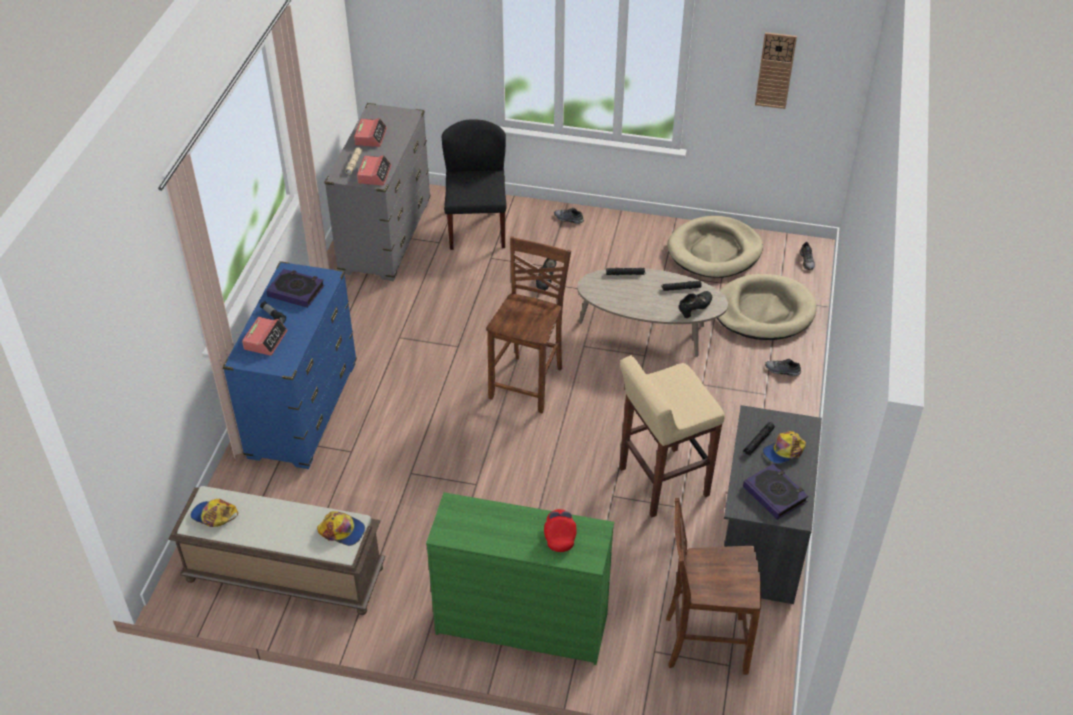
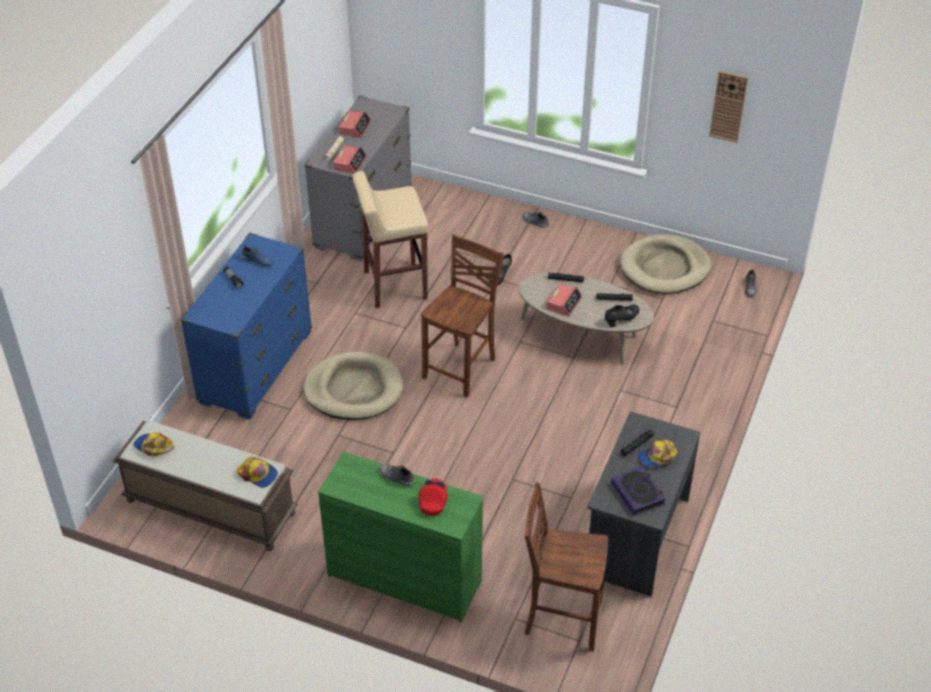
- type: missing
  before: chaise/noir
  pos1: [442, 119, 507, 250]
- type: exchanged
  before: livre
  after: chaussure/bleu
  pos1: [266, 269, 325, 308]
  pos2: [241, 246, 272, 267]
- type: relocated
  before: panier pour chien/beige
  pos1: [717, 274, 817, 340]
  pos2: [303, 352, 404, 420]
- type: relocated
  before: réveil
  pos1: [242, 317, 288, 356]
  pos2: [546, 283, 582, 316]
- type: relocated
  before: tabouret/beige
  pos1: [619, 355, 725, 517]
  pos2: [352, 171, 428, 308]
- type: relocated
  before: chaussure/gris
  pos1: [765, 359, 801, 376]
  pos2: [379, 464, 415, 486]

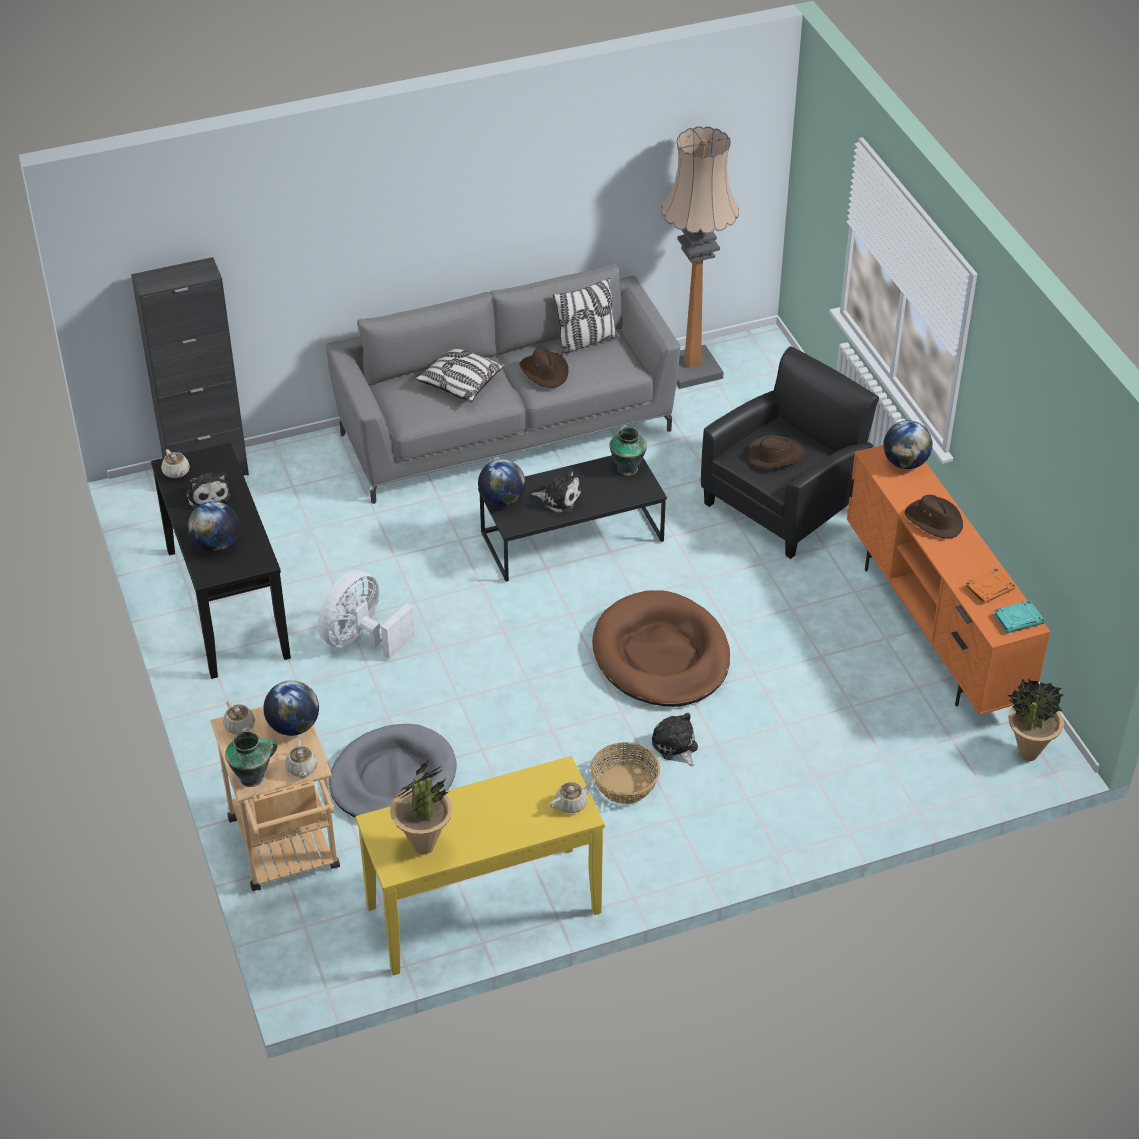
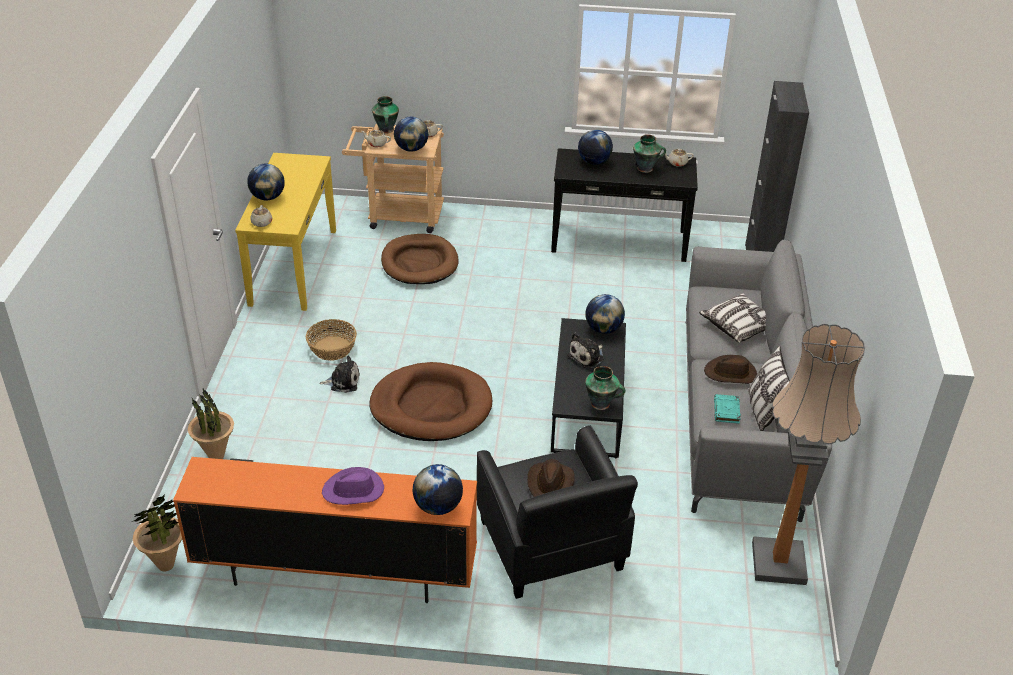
- type: exchanged
  before: peluche
  after: vase
  pos1: [186, 472, 230, 509]
  pos2: [633, 134, 666, 173]
- type: colour
  before: chapeau/marron
  after: chapeau/violet
  pos1: [905, 495, 963, 539]
  pos2: [322, 467, 384, 505]
- type: missing
  before: livre/orange
  pos1: [965, 568, 1015, 604]
- type: missing
  before: ventilateur/blanc
  pos1: [318, 570, 415, 659]
- type: relocated
  before: livre/turquoise
  pos1: [993, 600, 1044, 633]
  pos2: [714, 394, 741, 424]
- type: colour
  before: panier pour chien/gris
  after: panier pour chien/marron
  pos1: [329, 724, 456, 818]
  pos2: [381, 234, 458, 284]
- type: relocated
  before: plante en pot
  pos1: [390, 760, 453, 854]
  pos2: [188, 389, 234, 459]
- type: appeared
  after: globe
  pos2: [247, 164, 285, 201]

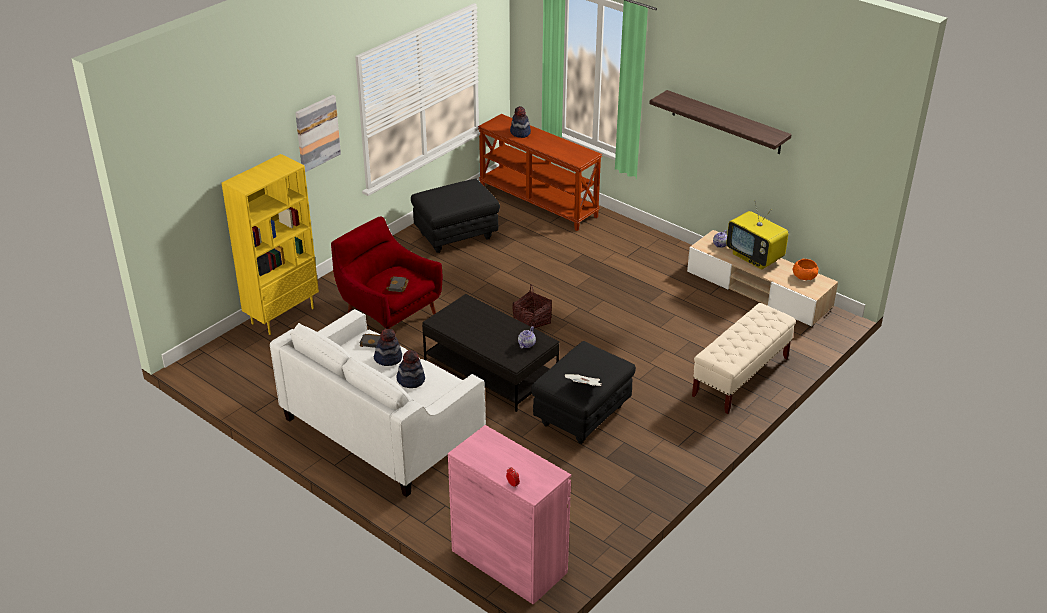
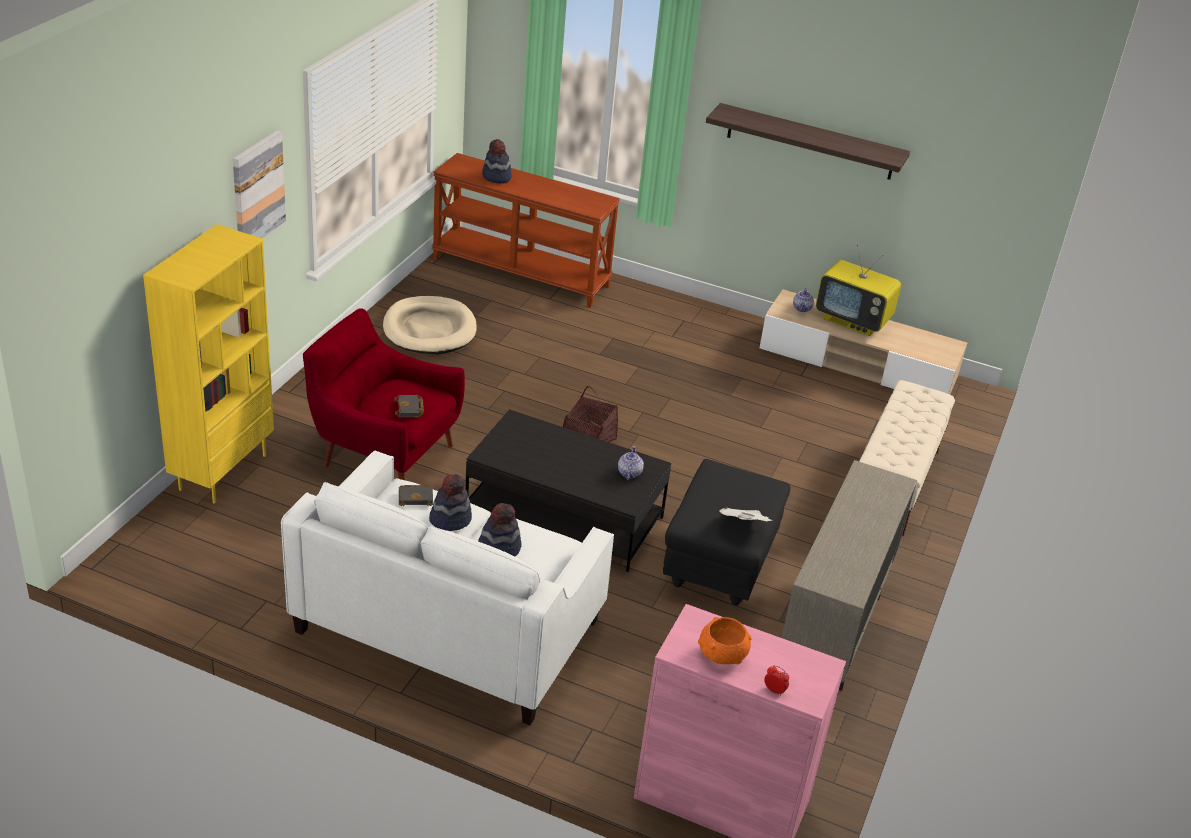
- type: exchanged
  before: pouf/noir
  after: panier pour chien/beige
  pos1: [411, 179, 500, 253]
  pos2: [383, 296, 477, 354]
- type: relocated
  before: bol/orange
  pos1: [792, 259, 818, 280]
  pos2: [698, 617, 752, 664]
- type: appeared
  after: meuble de rangement/beige
  pos2: [781, 460, 917, 691]

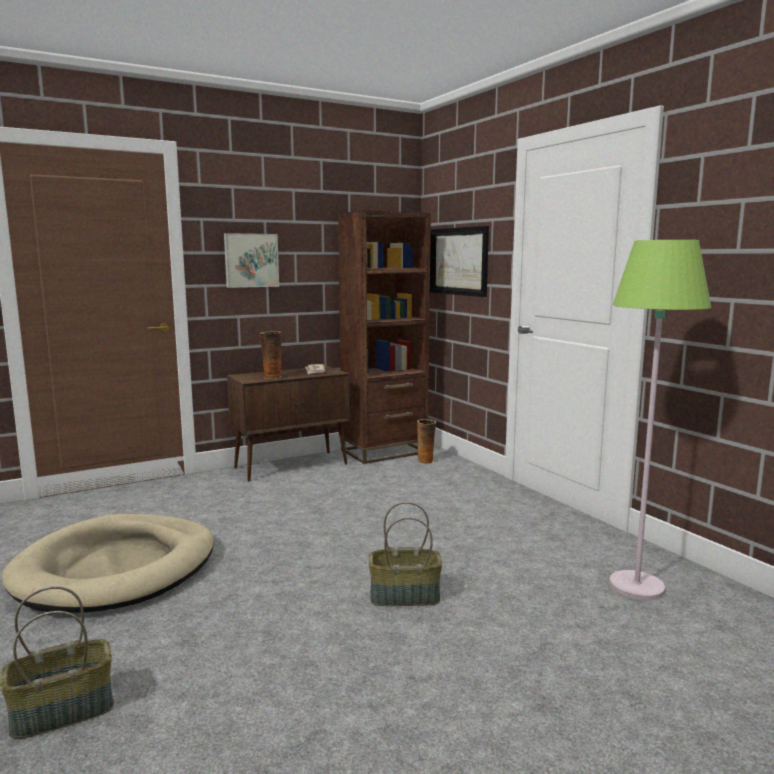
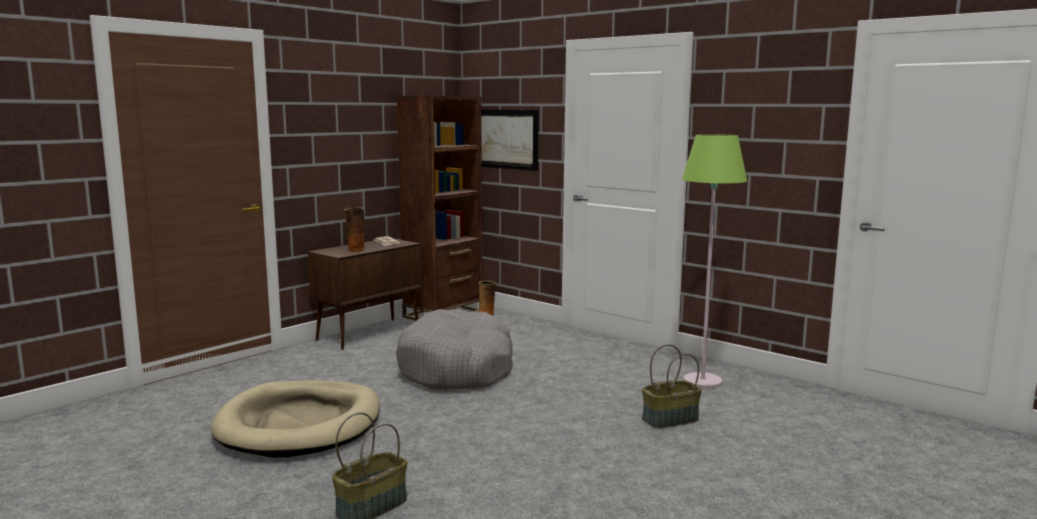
- type: missing
  before: tableau
  pos1: [224, 233, 279, 288]
- type: relocated
  before: panier
  pos1: [369, 502, 442, 606]
  pos2: [642, 344, 702, 428]
- type: appeared
  after: panier pour chien/gris
  pos2: [396, 309, 513, 389]

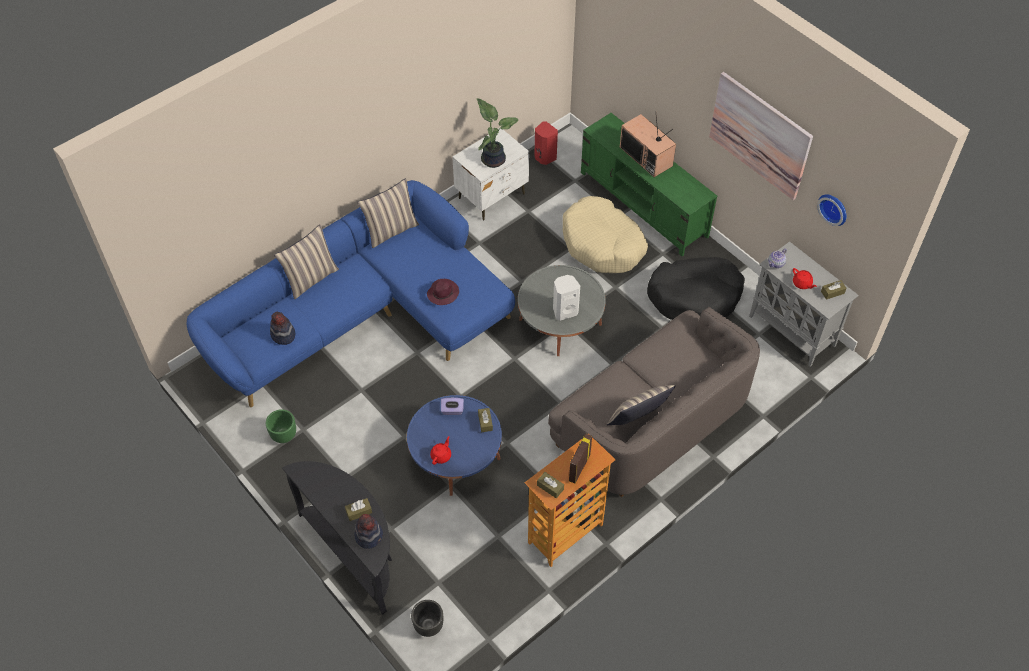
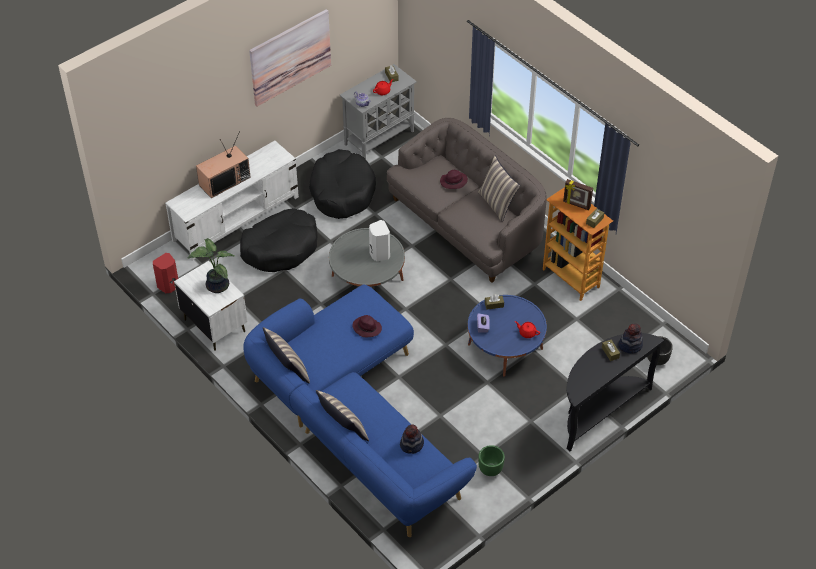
- type: colour
  before: meuble télé/vert
  after: meuble télé/blanc
  pos1: [581, 113, 717, 256]
  pos2: [165, 141, 299, 260]
- type: missing
  before: horloge murale
  pos1: [817, 194, 847, 226]
- type: colour
  before: panier pour chien/beige
  after: panier pour chien/noir
  pos1: [563, 196, 648, 273]
  pos2: [240, 208, 318, 272]
- type: appeared
  after: chapeau/violet
  pos2: [440, 170, 468, 189]

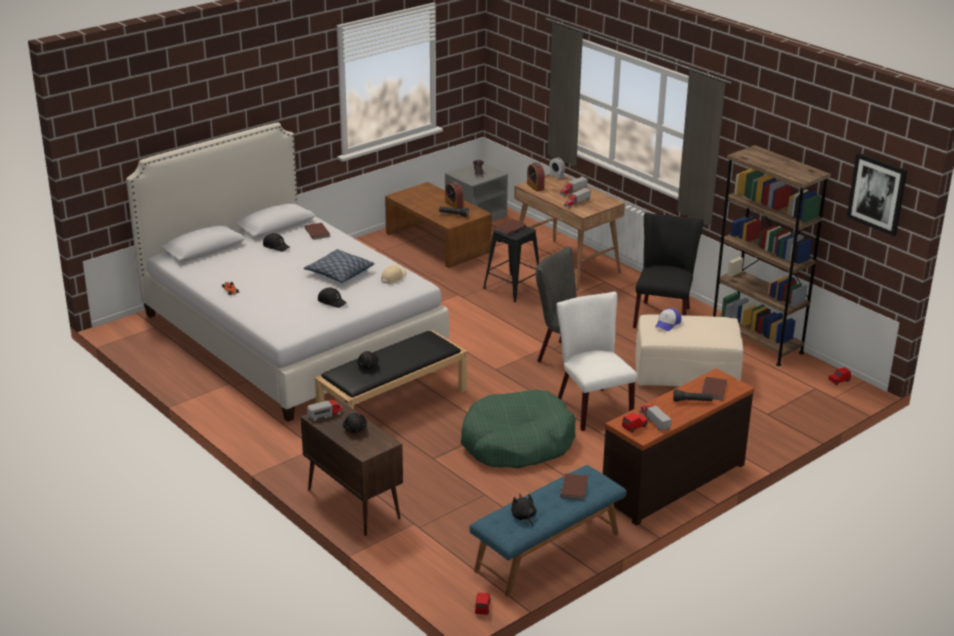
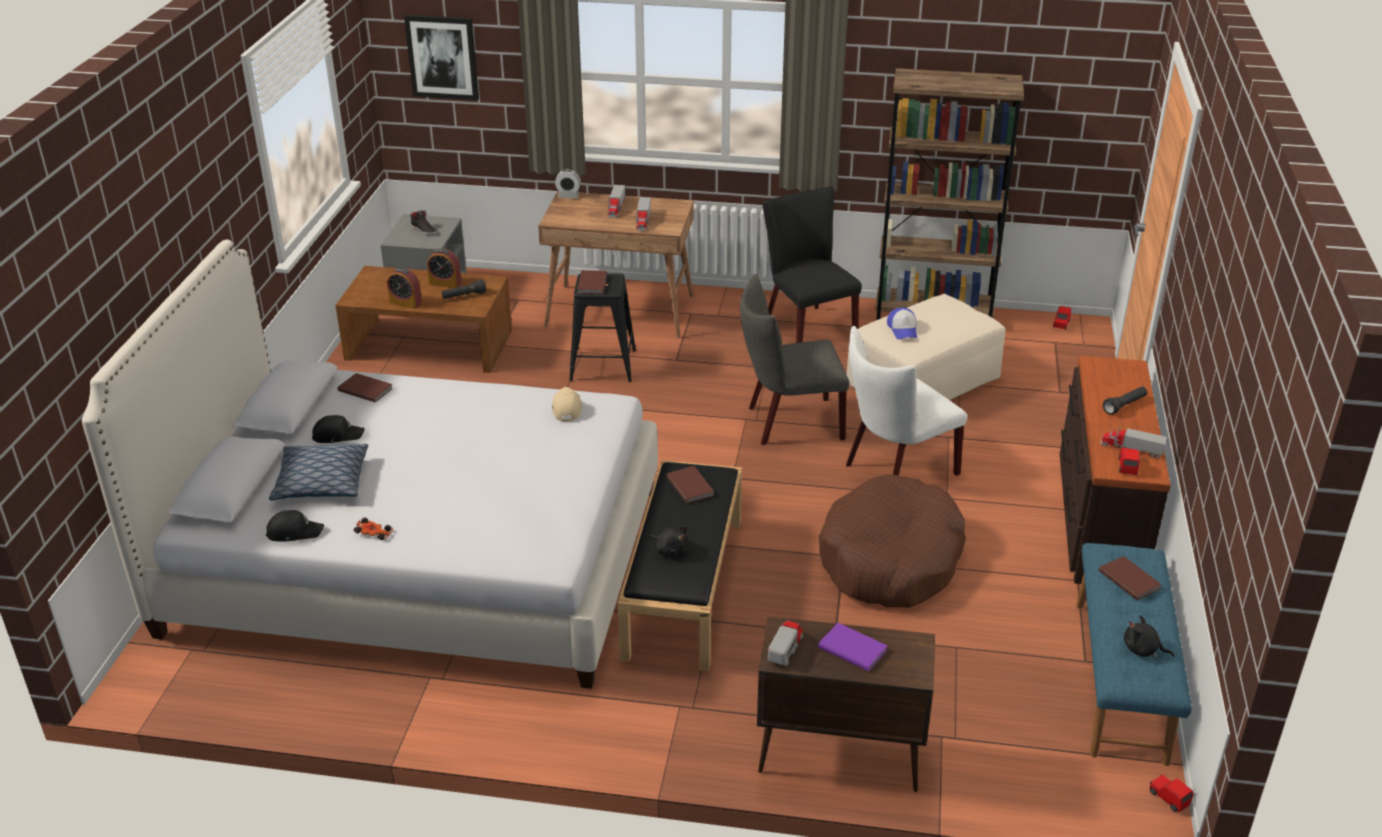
- type: relocated
  before: tableau
  pos1: [847, 153, 907, 236]
  pos2: [404, 15, 479, 100]
- type: relocated
  before: réveil
  pos1: [527, 162, 545, 192]
  pos2: [387, 268, 422, 309]
- type: relocated
  before: coussin
  pos1: [304, 249, 375, 283]
  pos2: [269, 444, 368, 500]
- type: relocated
  before: casquette/noir
  pos1: [318, 287, 346, 308]
  pos2: [266, 510, 324, 541]
- type: spun
  before: chaise/blanc
  pos1: [557, 292, 637, 431]
  pos2: [846, 326, 968, 476]
  turn: -60
- type: relocated
  before: livre/marron
  pos1: [701, 377, 727, 401]
  pos2: [666, 466, 714, 503]
- type: colour
  before: panier pour chien/vert
  after: panier pour chien/marron
  pos1: [461, 389, 576, 468]
  pos2: [819, 474, 966, 608]
- type: exchanged
  before: peluche/noir
  after: livre/violet
  pos1: [343, 413, 367, 433]
  pos2: [818, 623, 887, 671]

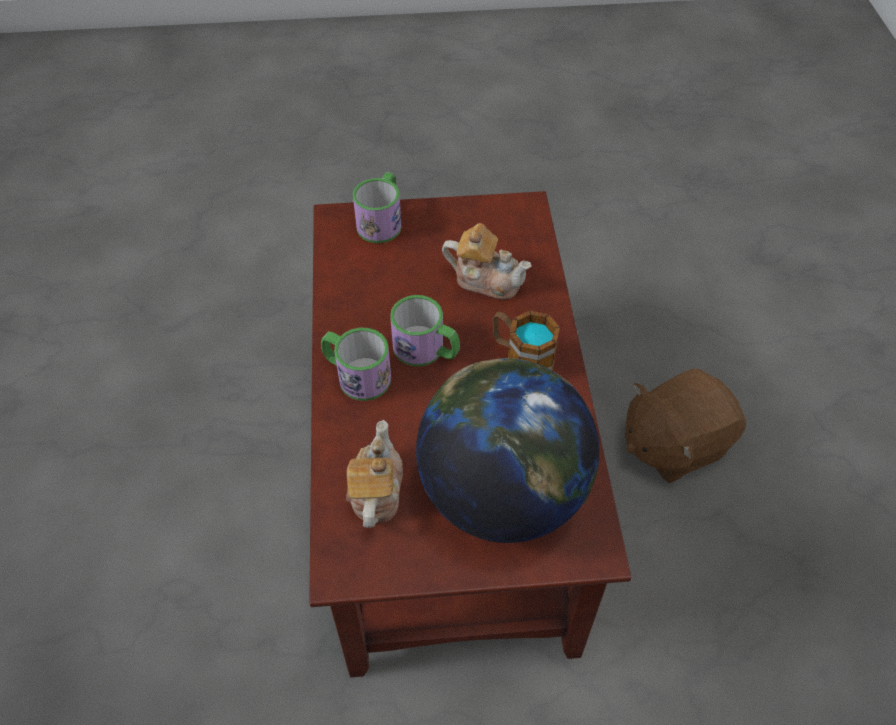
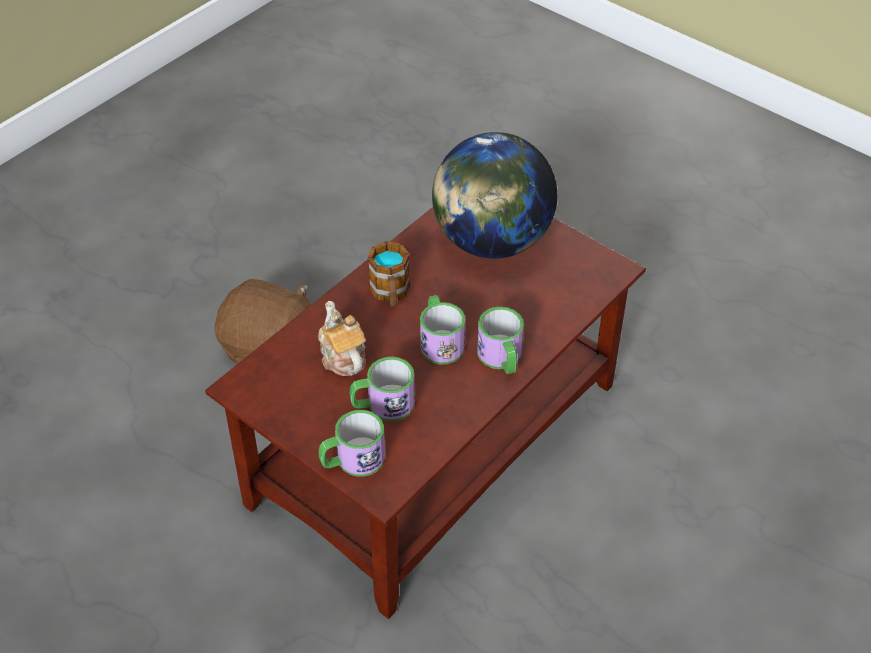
- type: missing
  before: théière
  pos1: [346, 420, 403, 528]
- type: appeared
  after: mug
  pos2: [350, 356, 415, 421]

